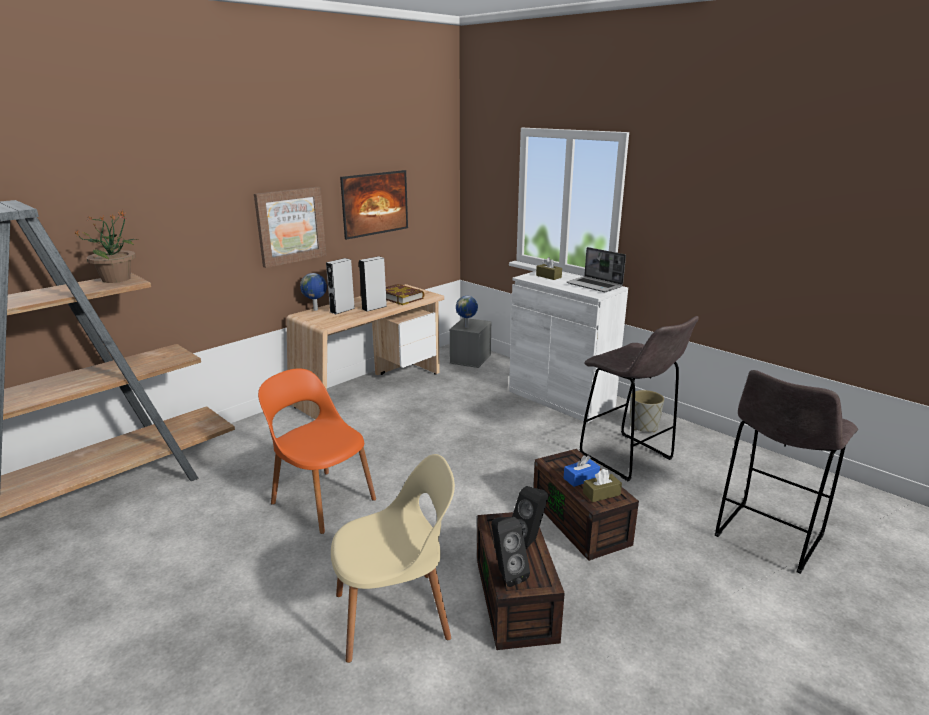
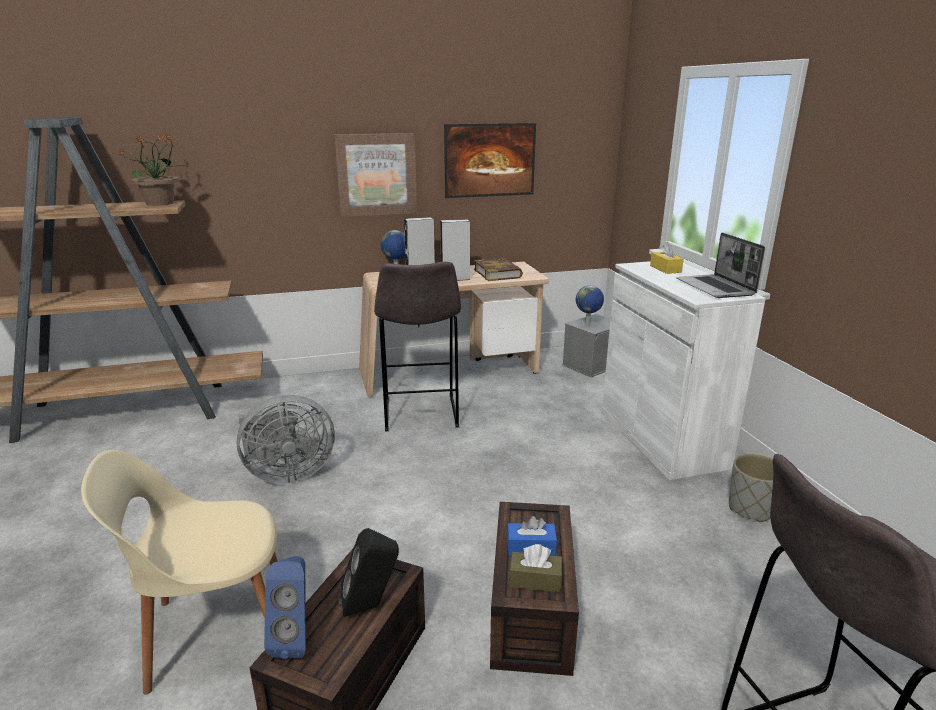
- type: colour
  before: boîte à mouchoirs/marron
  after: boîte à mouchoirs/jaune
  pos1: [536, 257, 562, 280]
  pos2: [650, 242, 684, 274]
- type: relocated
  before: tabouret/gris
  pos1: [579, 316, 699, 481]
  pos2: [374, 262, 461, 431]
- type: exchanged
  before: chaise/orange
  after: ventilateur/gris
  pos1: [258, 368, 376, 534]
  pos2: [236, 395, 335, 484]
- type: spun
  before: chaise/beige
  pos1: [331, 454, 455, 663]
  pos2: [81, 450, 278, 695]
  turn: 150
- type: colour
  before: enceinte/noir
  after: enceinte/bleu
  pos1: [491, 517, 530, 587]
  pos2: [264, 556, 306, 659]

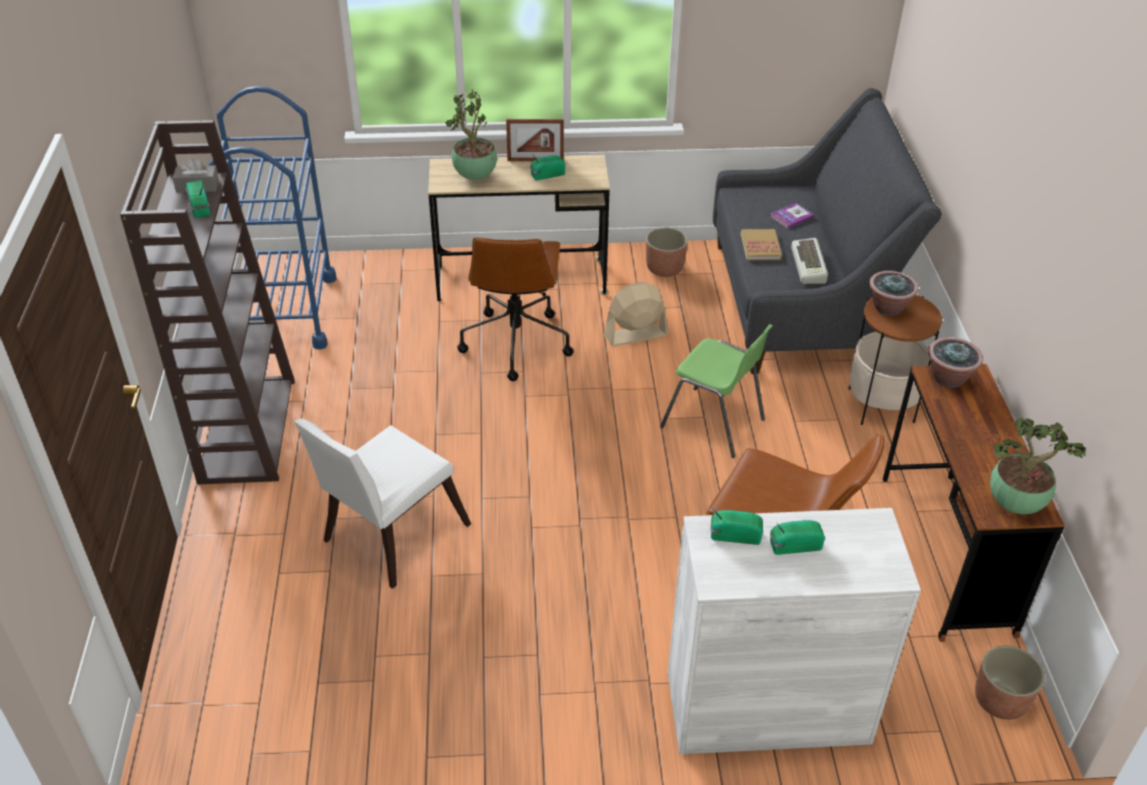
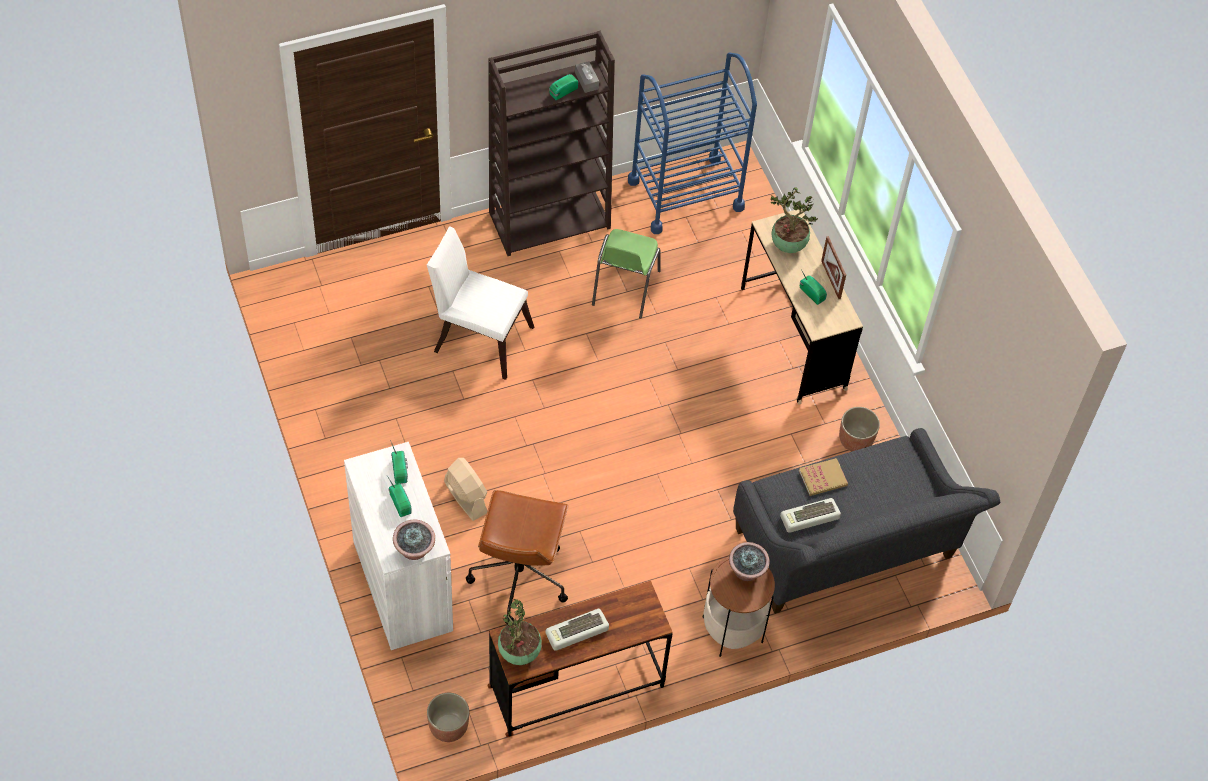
- type: missing
  before: livre
  pos1: [770, 203, 814, 229]
- type: missing
  before: chaise de bureau/marron
  pos1: [457, 237, 574, 381]
- type: relocated
  before: ventilateur/beige
  pos1: [604, 282, 668, 346]
  pos2: [444, 458, 487, 521]
- type: relocated
  before: chaise/vert
  pos1: [660, 324, 773, 458]
  pos2: [592, 229, 661, 319]
- type: relocated
  before: plante en pot
  pos1: [928, 337, 983, 388]
  pos2: [393, 520, 435, 560]
- type: appeared
  after: clavier
  pos2: [545, 609, 609, 651]

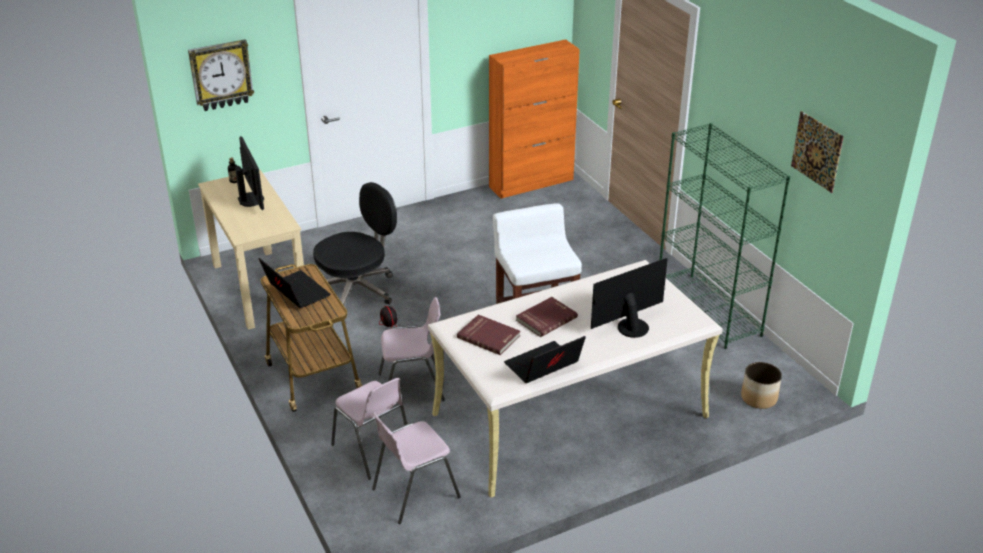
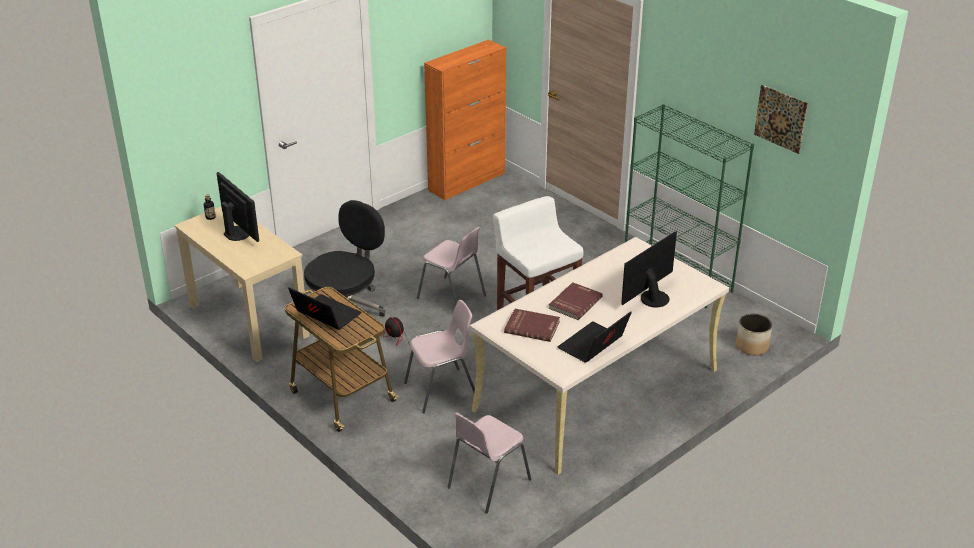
- type: missing
  before: horloge murale
  pos1: [188, 39, 254, 111]
- type: relocated
  before: chaise/rose
  pos1: [331, 378, 407, 480]
  pos2: [417, 227, 486, 304]

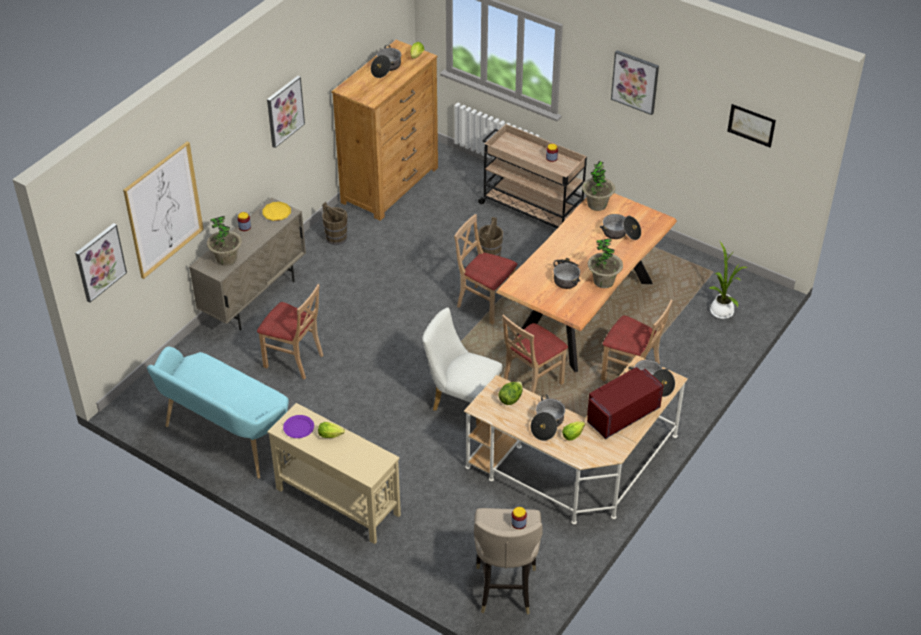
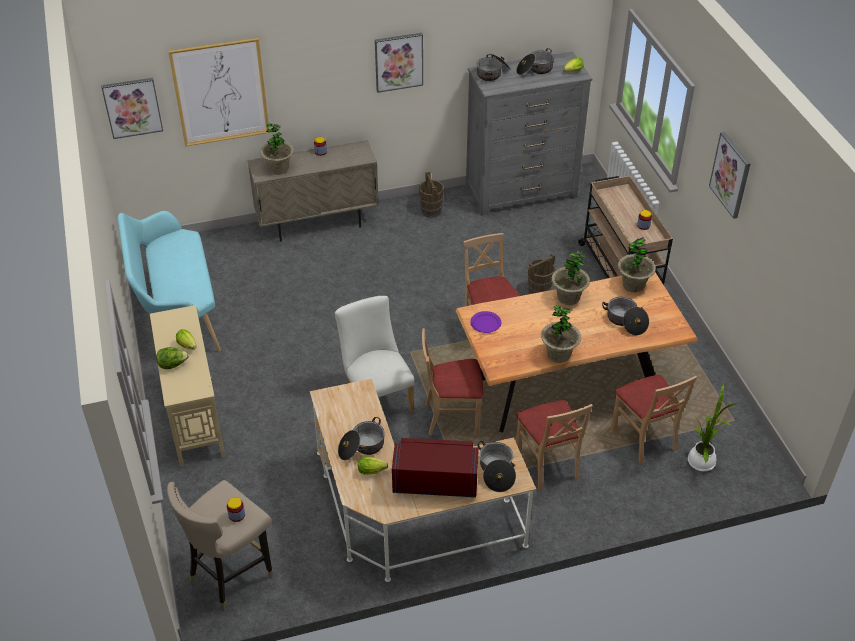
- type: colour
  before: commode/marron
  after: commode/gris
  pos1: [332, 40, 438, 221]
  pos2: [466, 51, 592, 216]
- type: missing
  before: tableau
  pos1: [727, 104, 776, 148]
- type: missing
  before: assiette/jaune
  pos1: [262, 202, 291, 221]
- type: relocated
  before: marmite
  pos1: [553, 258, 580, 289]
  pos2: [477, 54, 510, 81]
- type: relocated
  before: chaise/beige
  pos1: [257, 284, 323, 380]
  pos2: [611, 375, 697, 464]
- type: relocated
  before: laitue
  pos1: [499, 382, 523, 405]
  pos2: [156, 347, 189, 369]
- type: relocated
  before: assiette/violet
  pos1: [283, 415, 314, 438]
  pos2: [470, 311, 501, 333]
- type: appeared
  after: plante en pot
  pos2: [551, 251, 590, 305]

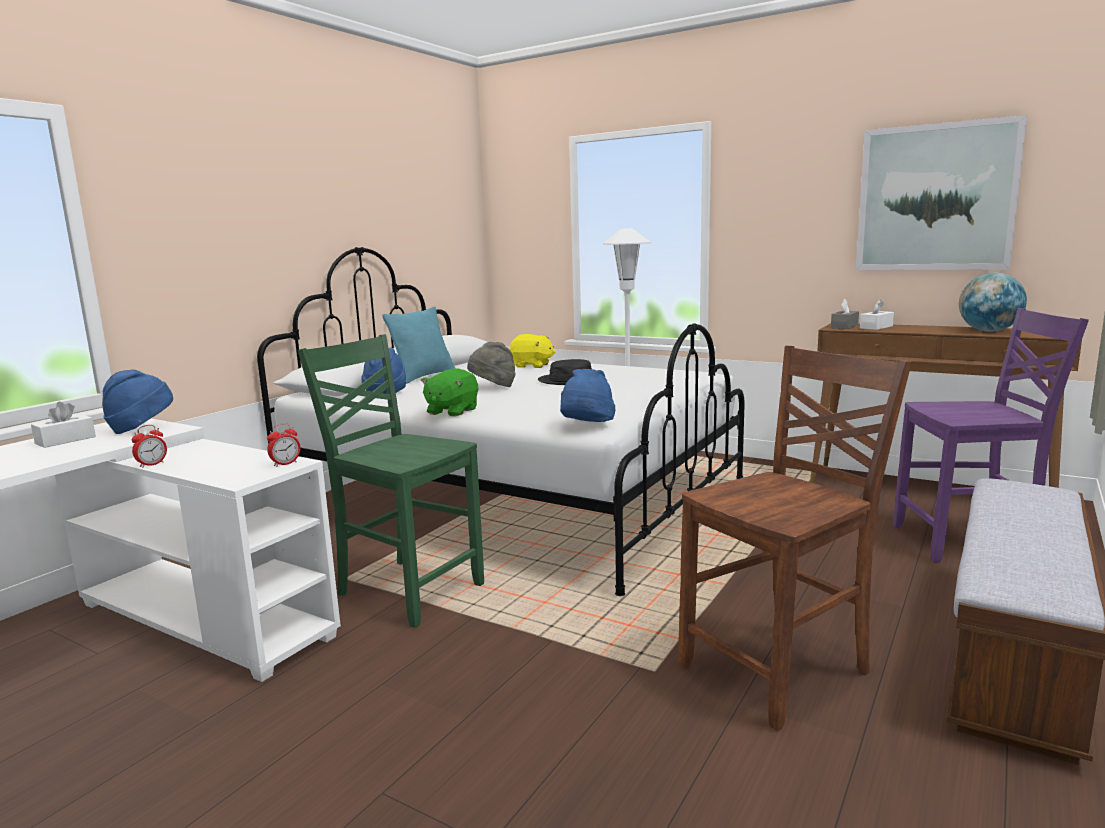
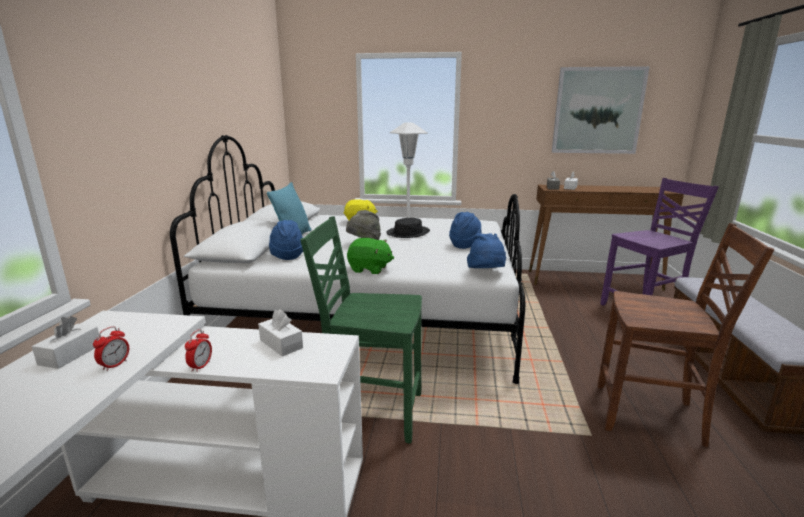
- type: missing
  before: globe
  pos1: [959, 273, 1027, 332]
- type: spun
  before: chaise/marron
  pos1: [678, 346, 912, 731]
  pos2: [597, 223, 774, 447]
  turn: 75
- type: spun
  before: peluche/vert
  pos1: [421, 368, 478, 417]
  pos2: [347, 238, 394, 274]
  turn: -75
- type: relocated
  before: chapeau/bleu
  pos1: [102, 369, 173, 434]
  pos2: [449, 212, 481, 249]
- type: relocated
  before: réveil
  pos1: [267, 423, 300, 467]
  pos2: [93, 326, 129, 371]
- type: appeared
  after: boîte à mouchoirs/blanc
  pos2: [258, 309, 303, 357]

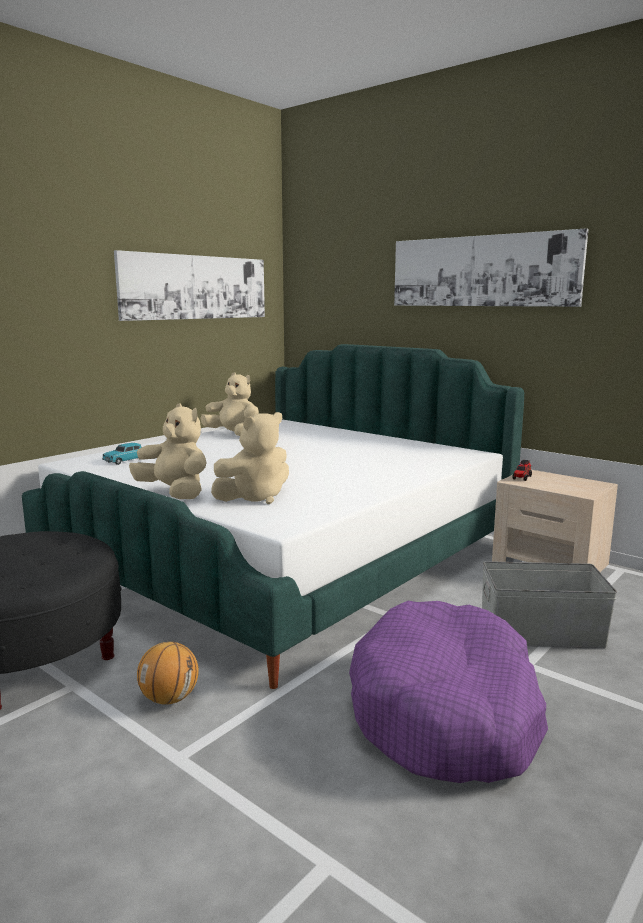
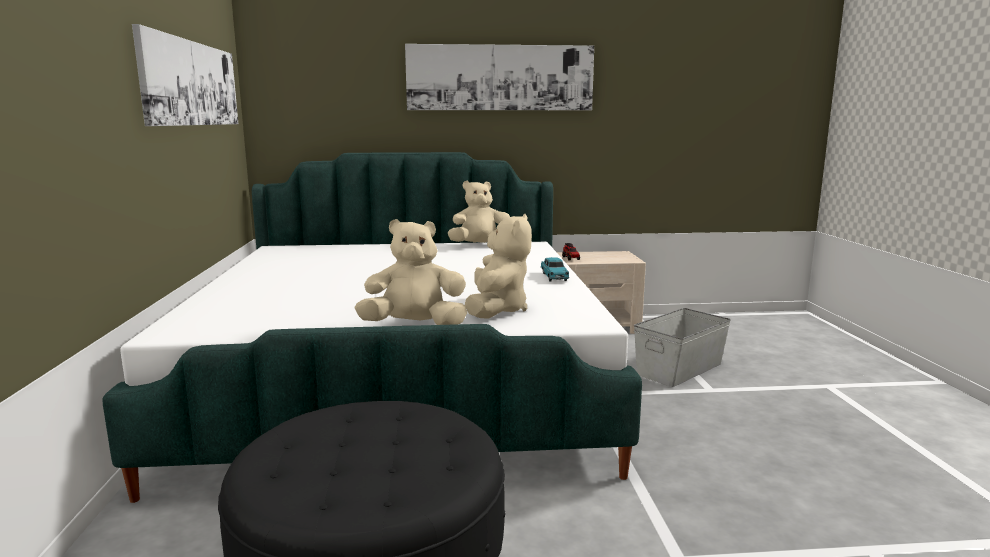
- type: relocated
  before: peluche/beige
  pos1: [200, 372, 259, 436]
  pos2: [448, 181, 510, 243]
- type: relocated
  before: petite voiture/turquoise
  pos1: [102, 443, 142, 465]
  pos2: [541, 257, 569, 281]
- type: missing
  before: panier pour chien/violet
  pos1: [349, 601, 548, 783]
- type: missing
  before: ballon de basket
  pos1: [137, 642, 199, 705]

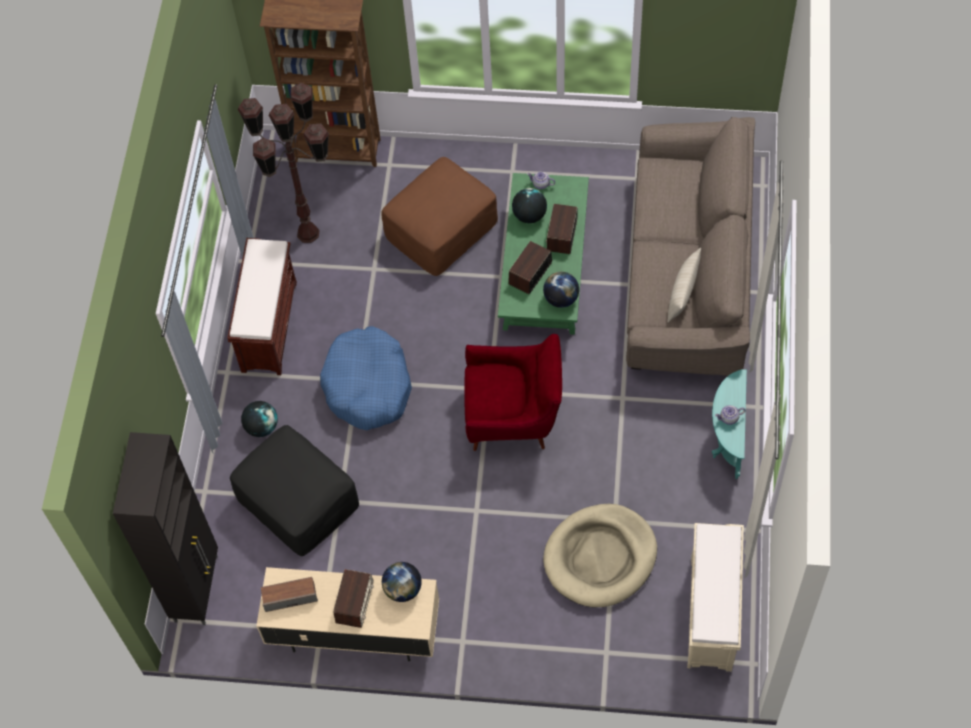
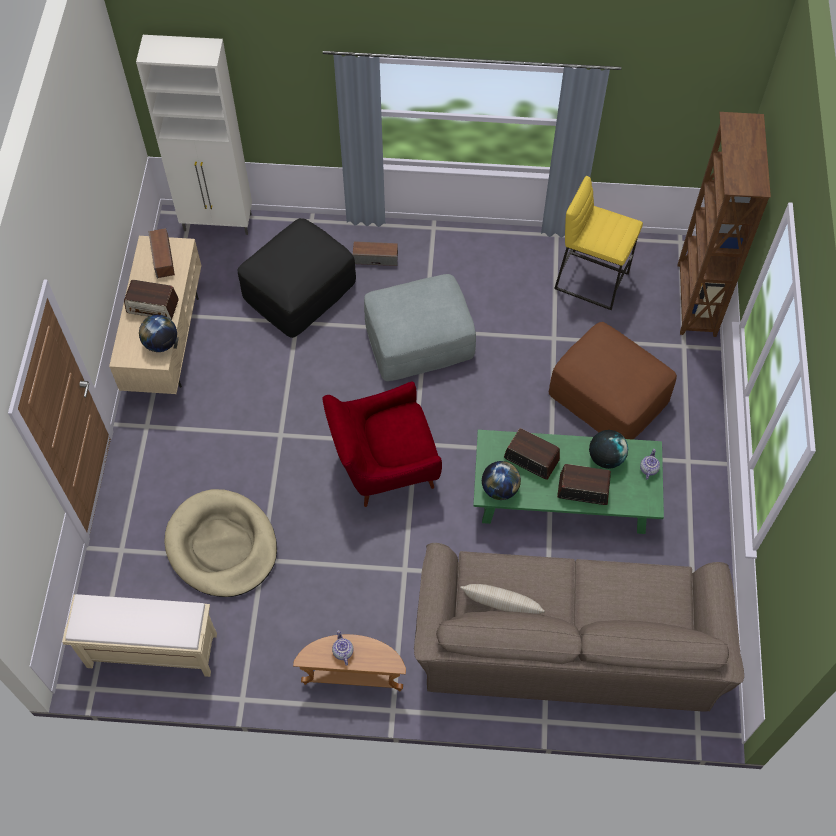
- type: exchanged
  before: lampadaire/marron
  after: tabouret/jaune
  pos1: [238, 83, 329, 243]
  pos2: [554, 176, 643, 310]
- type: missing
  before: banc/marron
  pos1: [227, 238, 297, 375]
- type: exchanged
  before: panier pour chien/bleu
  after: pouf/gris
  pos1: [320, 326, 412, 430]
  pos2: [364, 274, 476, 381]
- type: spun
  before: fauteuil/rouge
  pos1: [464, 334, 562, 451]
  pos2: [322, 382, 442, 507]
  turn: 75
- type: colour
  before: table d'appoint/turquoise
  after: table d'appoint/marron
  pos1: [712, 369, 747, 479]
  pos2: [293, 634, 406, 691]
- type: exchanged
  before: globe
  after: enceinte
  pos1: [241, 401, 278, 437]
  pos2: [352, 241, 398, 266]
- type: colour
  before: meuble de rangement/noir
  after: meuble de rangement/blanc
  pos1: [113, 432, 218, 625]
  pos2: [136, 35, 252, 235]

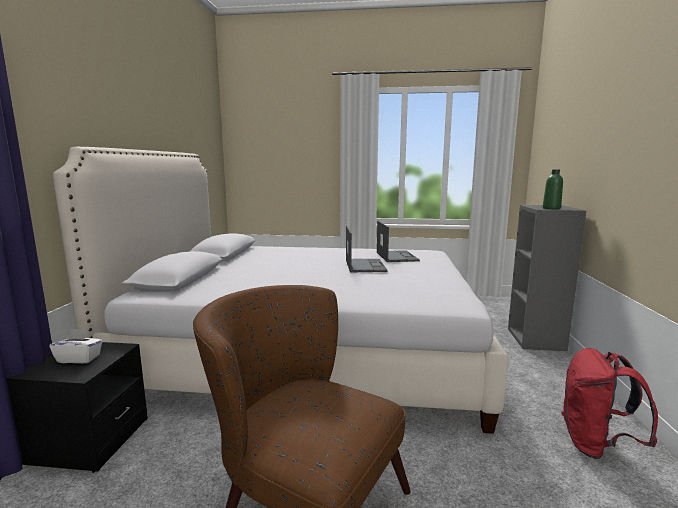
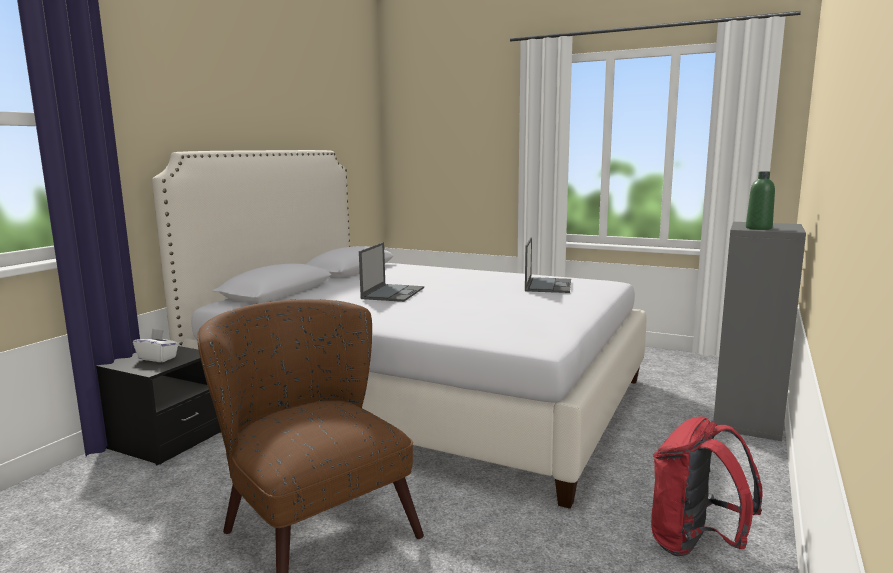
- type: relocated
  before: ordinateur portable
  pos1: [346, 226, 388, 272]
  pos2: [359, 242, 424, 302]

